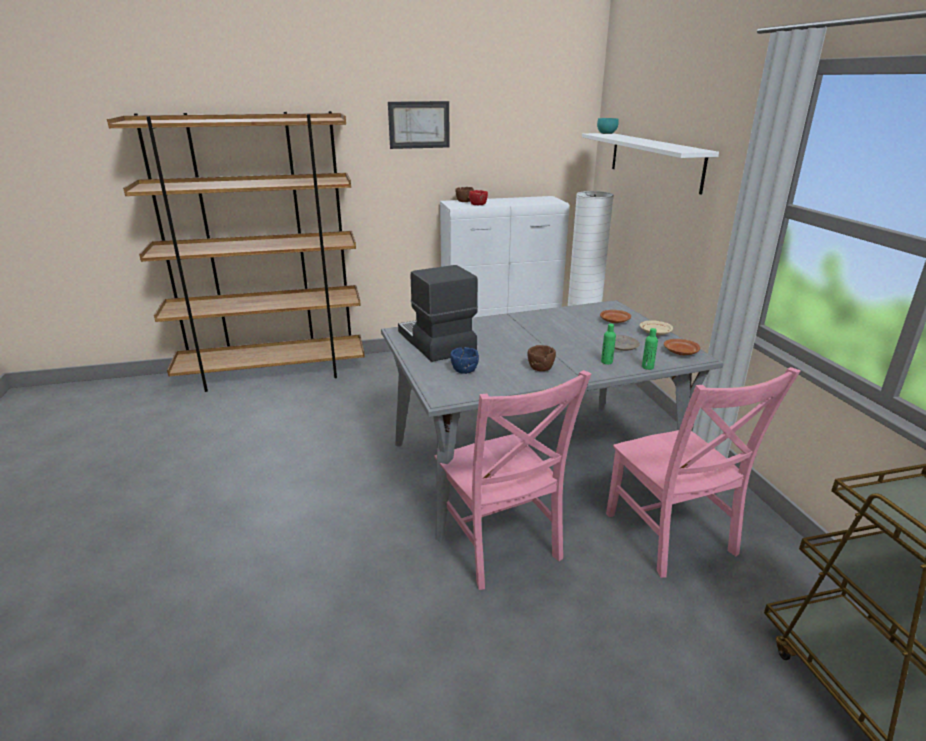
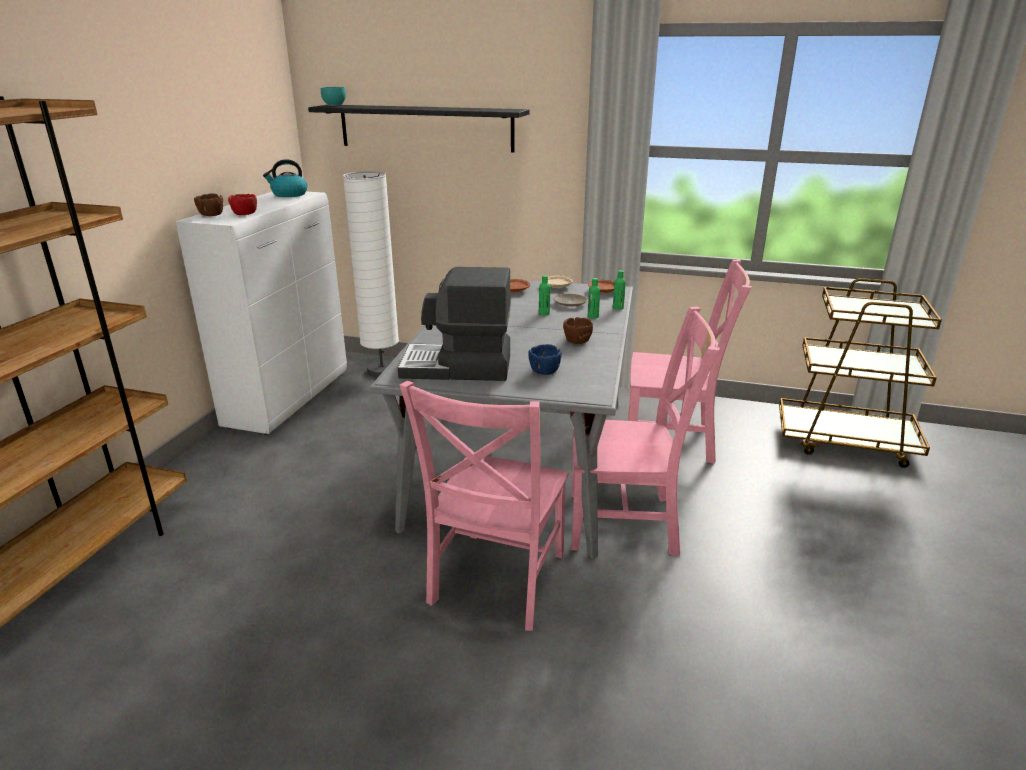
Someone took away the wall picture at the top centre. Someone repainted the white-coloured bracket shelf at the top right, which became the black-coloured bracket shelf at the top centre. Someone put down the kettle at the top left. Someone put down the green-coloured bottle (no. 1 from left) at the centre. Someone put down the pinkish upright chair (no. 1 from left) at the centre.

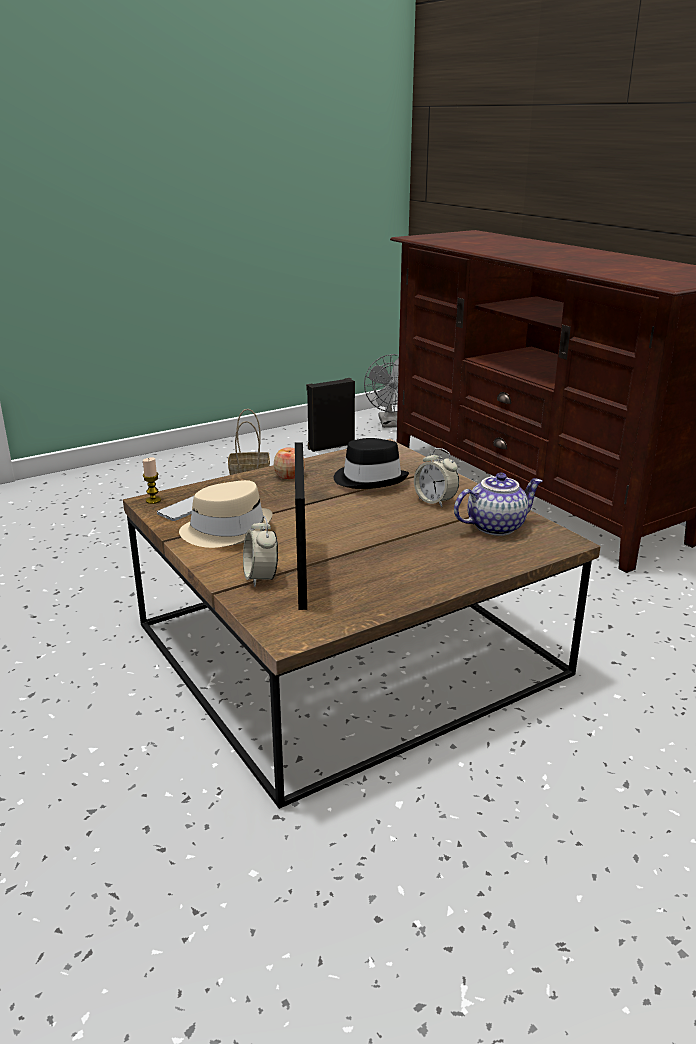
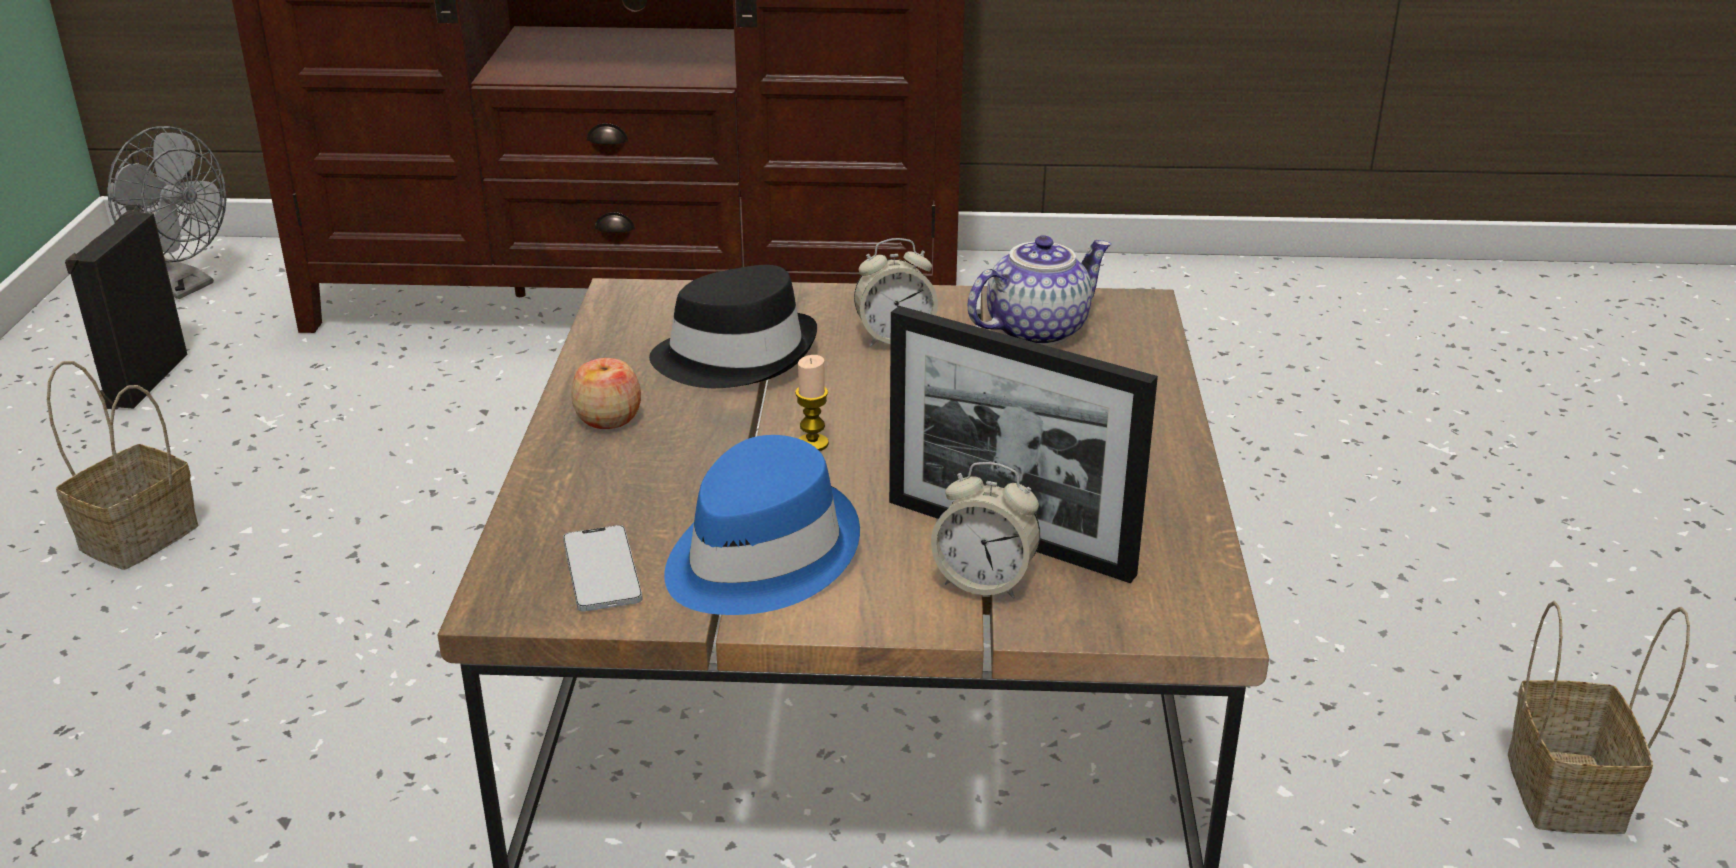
Someone carried the wax light from the middle left to the centre. Someone rotated the pot for tea at the middle right by 45 degrees clockwise. Someone repainted the beige-coloured hat at the middle left, which became the blue-coloured hat at the centre. Someone put down the storage basket (no. 2 from left) at the bottom right.

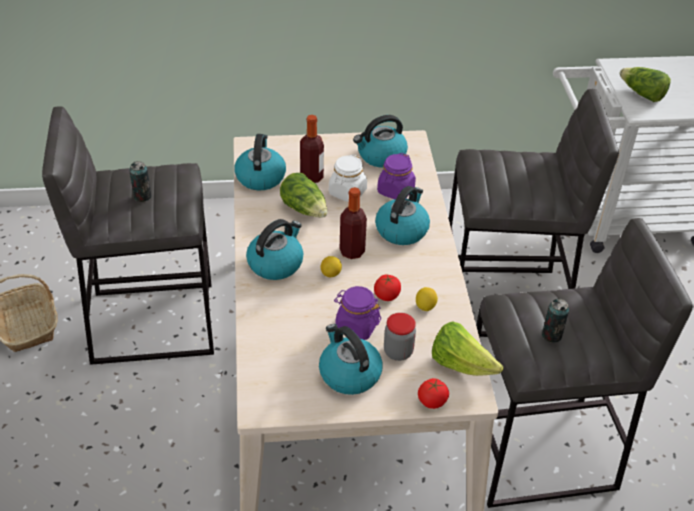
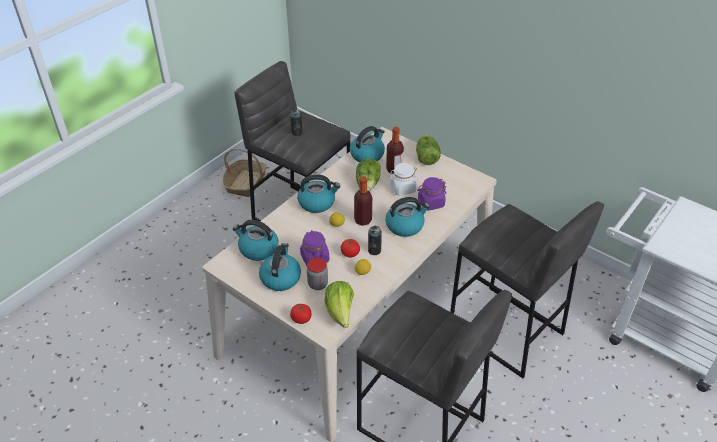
Someone carried the lettuce head (no. 3 from left) from the top right to the centre. Someone carried the kettle (no. 4 from left in the first image) from the top centre to the centre. Someone carried the can (no. 2 from left) from the middle right to the centre.

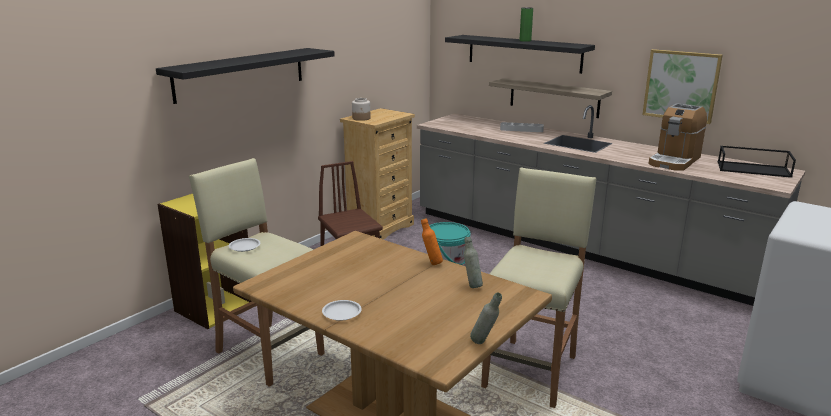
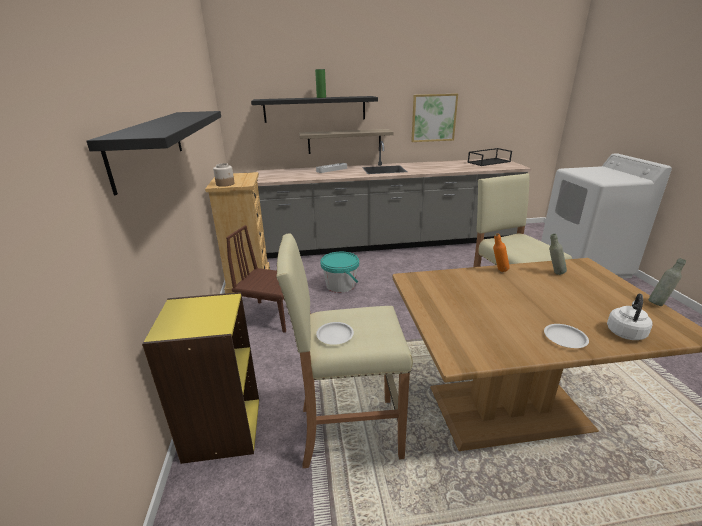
Someone took away the coffee machine at the top right. Someone put down the white-coloured kettle at the middle right.

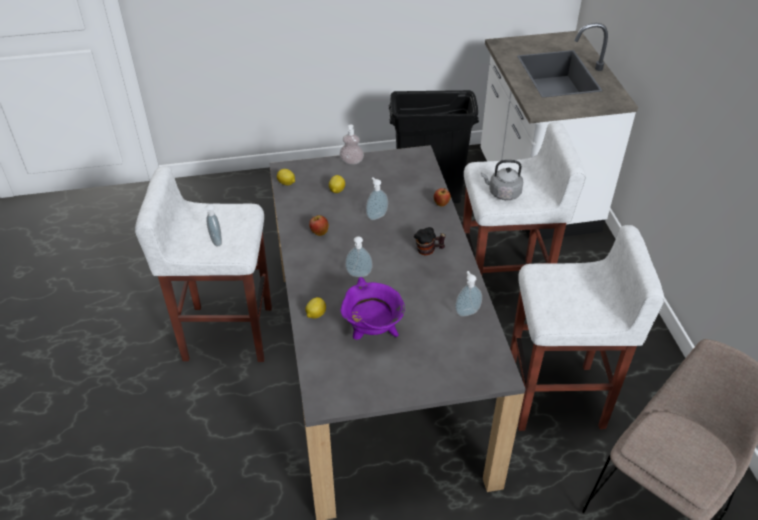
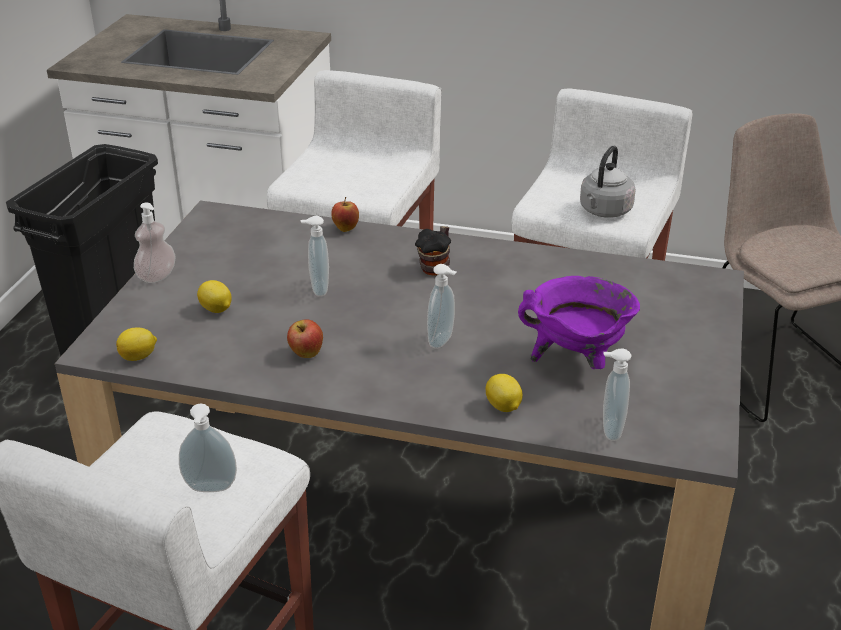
Someone carried the grey kettle from the centre to the top right. Someone carried the liquid soap bottle (no. 5 from left) from the centre to the middle right.

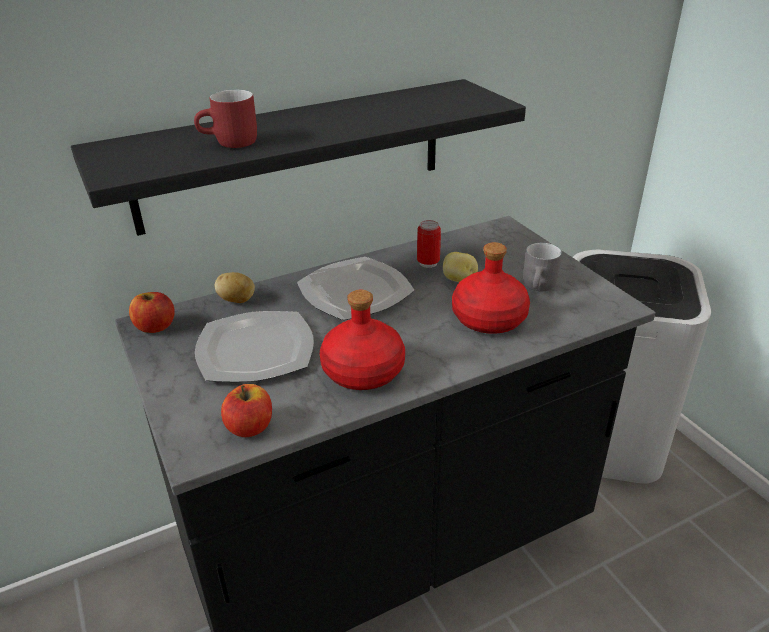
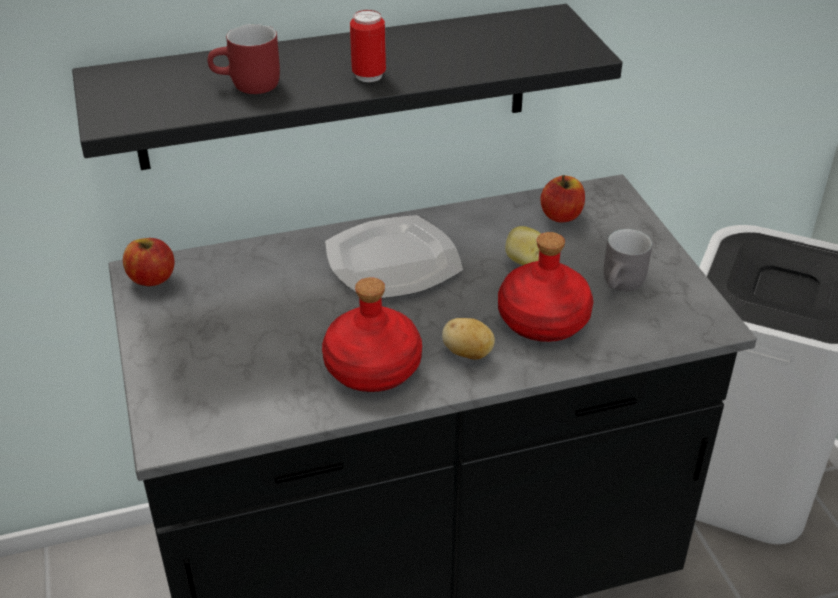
Someone carried the can from the centre to the top centre. Someone carried the whole potato (no. 1 from left) from the middle left to the centre. Someone took away the dinner plate (no. 1 from left) at the middle left. Someone carried the apple (no. 2 from left) from the middle left to the top right.

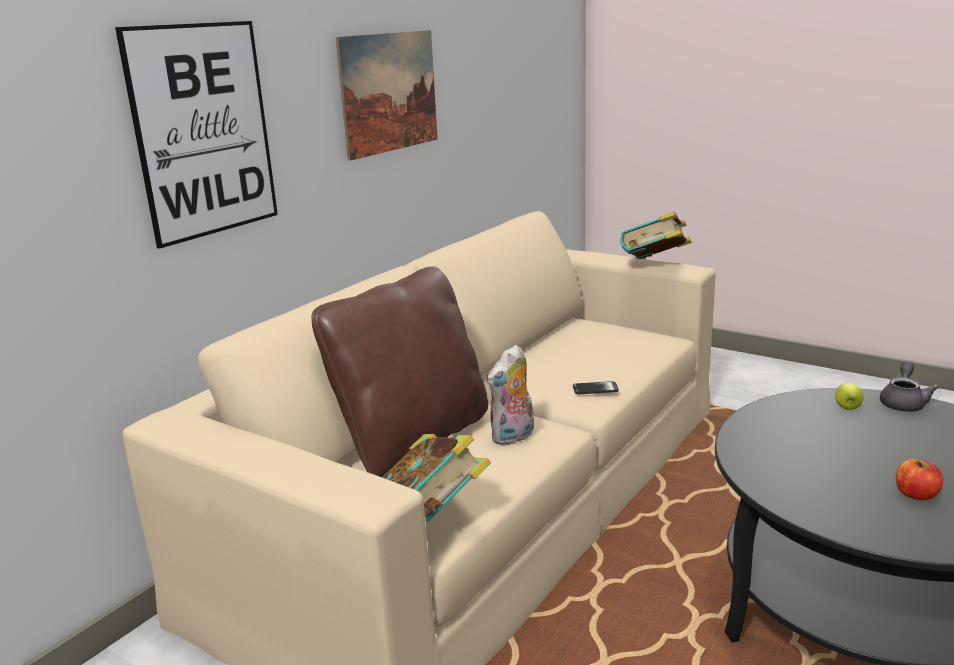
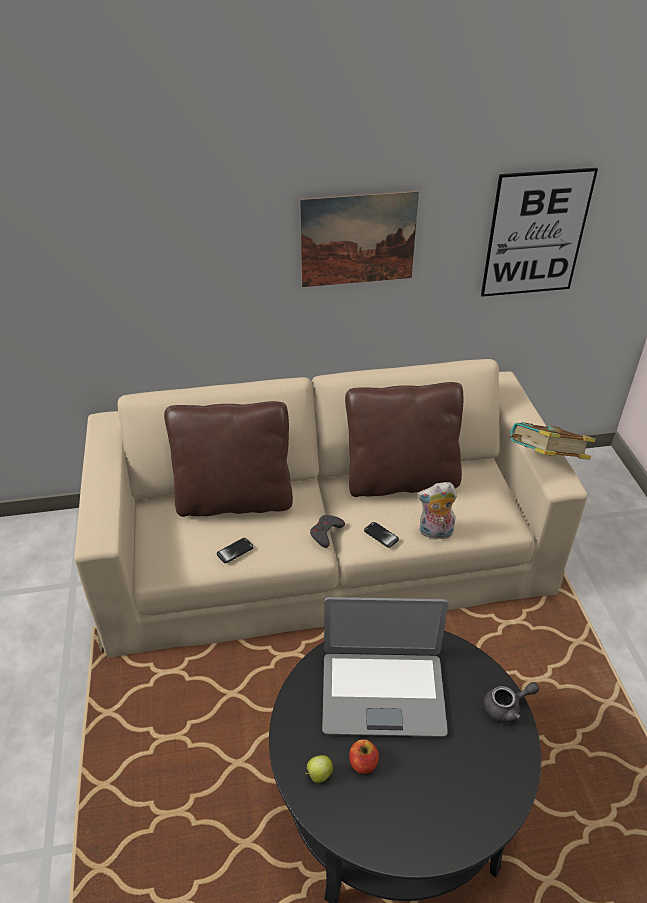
Someone carried the wall picture (no. 1 from left in the first image) from the top left to the top right. Someone carried the plush toy from the centre to the middle right. Someone carried the apple (no. 1 from left) from the middle right to the bottom centre. Someone took away the book (no. 1 from left) at the bottom centre. Someone put down the brown pillow (no. 2 from left) at the centre. Someone put down the grey gamepad at the centre. Someone put down the handset (no. 1 from left) at the centre. Someone put down the portable computer at the bottom centre.

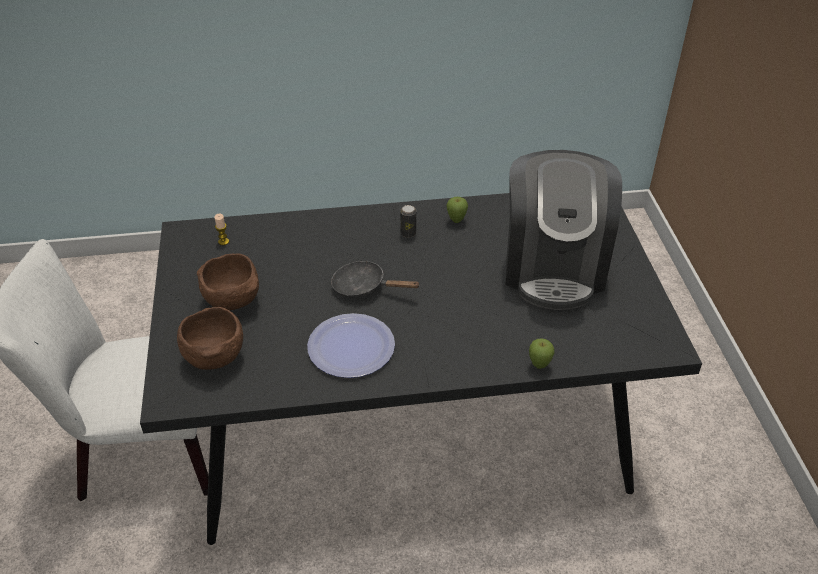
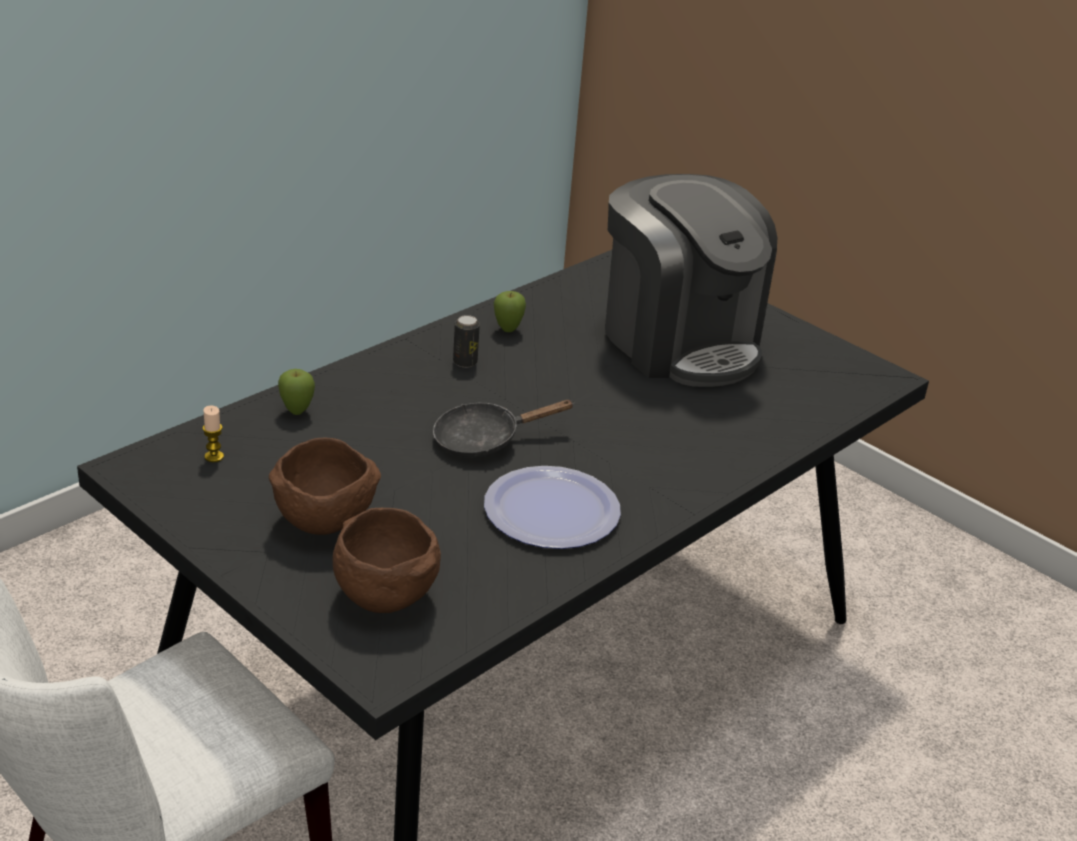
Someone carried the apple (no. 2 from left in the first image) from the centre to the middle left.

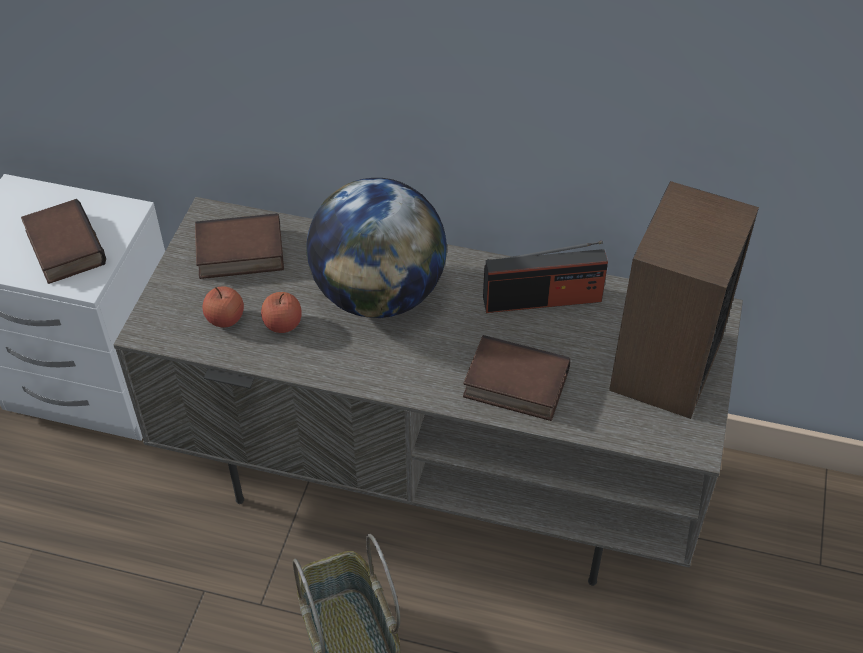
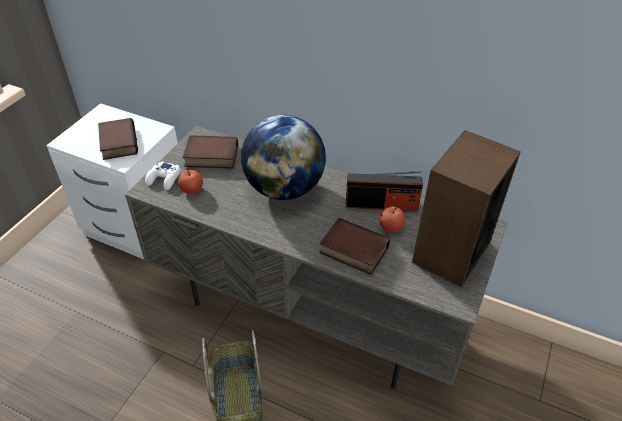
Someone carried the apple (no. 2 from left) from the middle left to the centre. Someone put down the white-coloured gamepad at the middle left.

